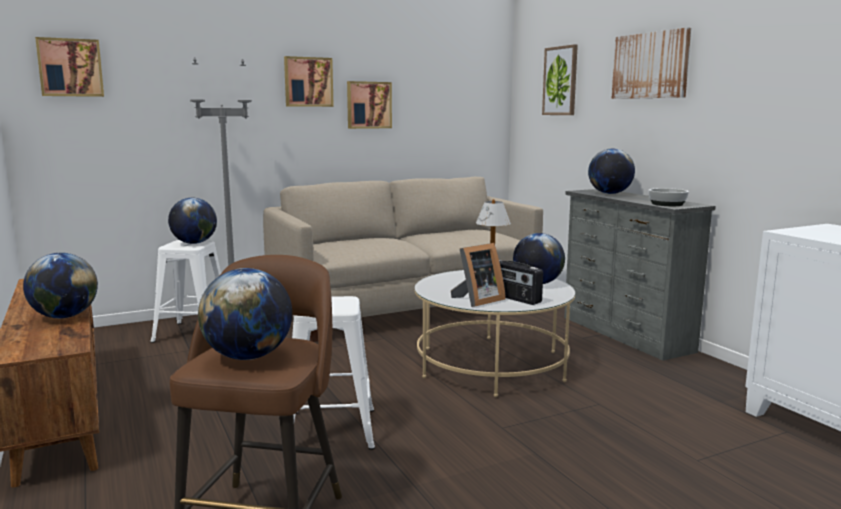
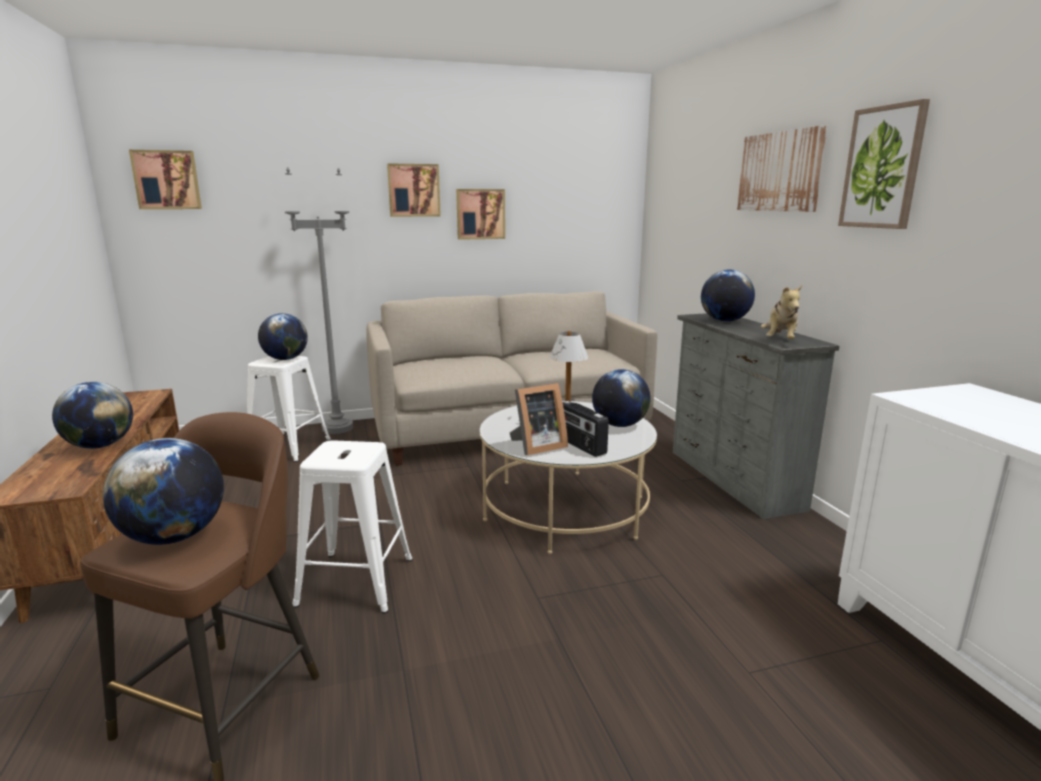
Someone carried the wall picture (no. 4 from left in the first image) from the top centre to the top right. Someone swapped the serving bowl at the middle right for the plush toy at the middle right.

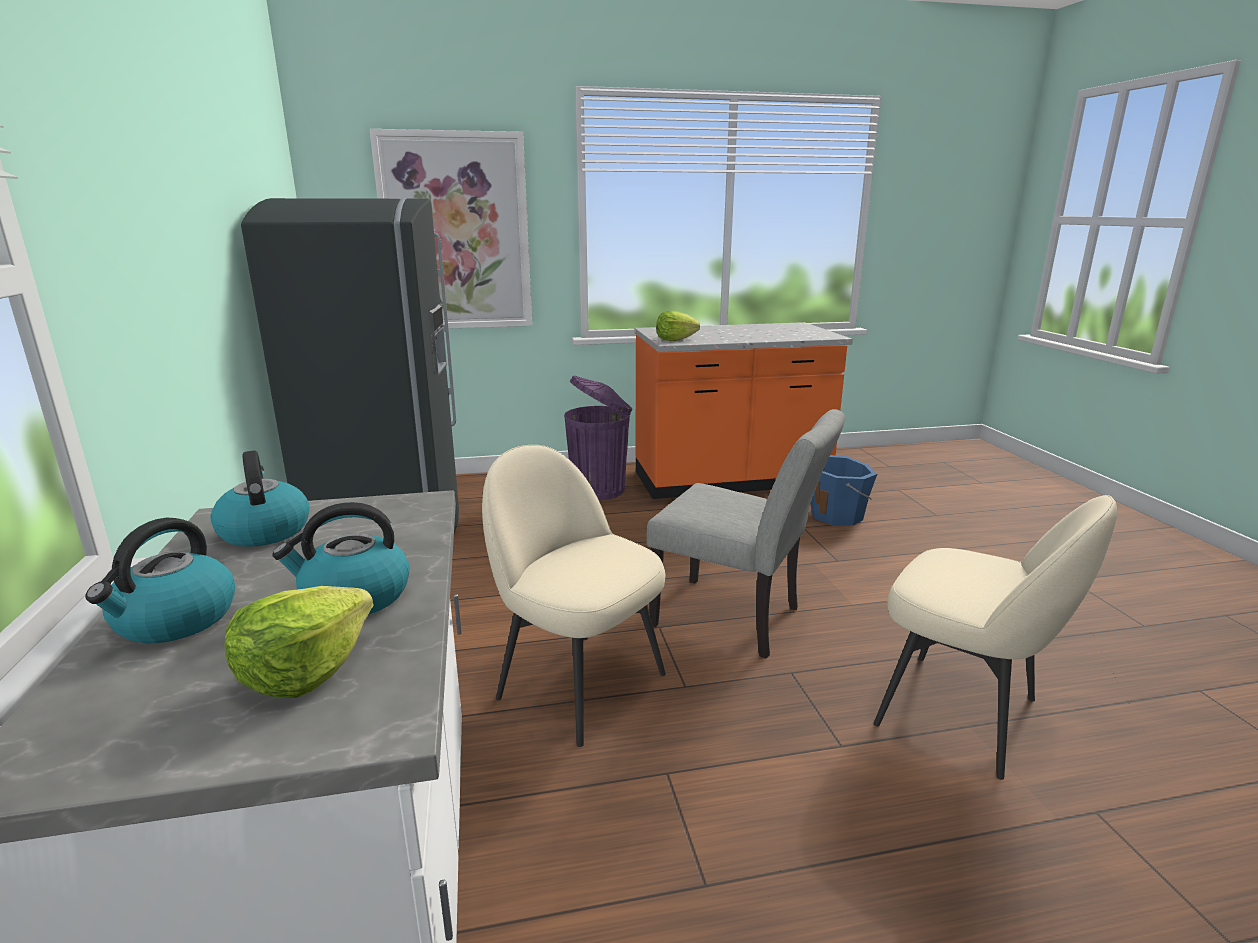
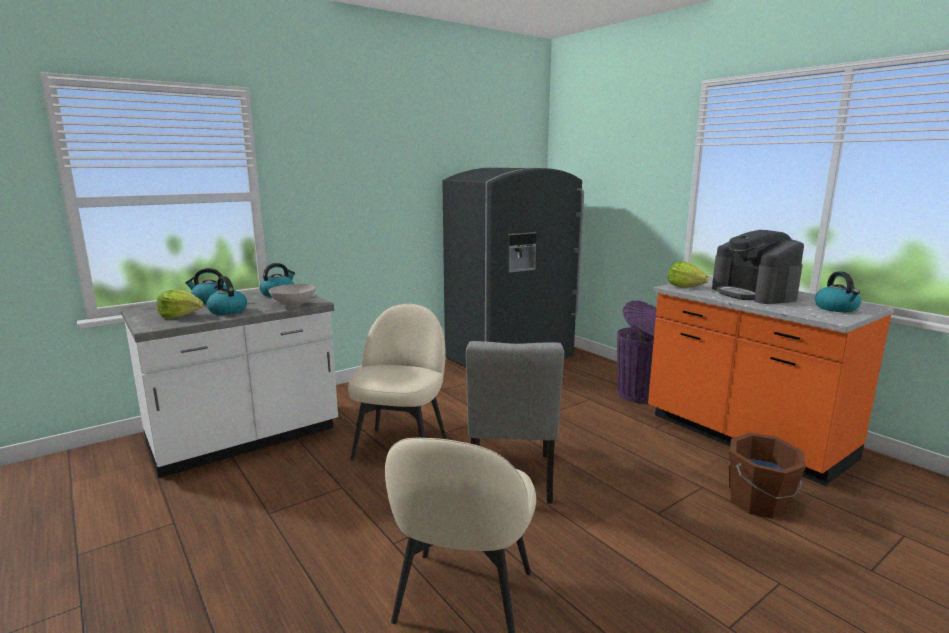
Someone took away the wall picture at the top centre. Someone repainted the blue-coloured pail at the middle right, which became the brown pail at the bottom right. Someone put down the coffee machine at the middle right. Someone put down the kettle (no. 4 from left) at the middle right. Someone put down the white-coloured serving bowl at the middle left.

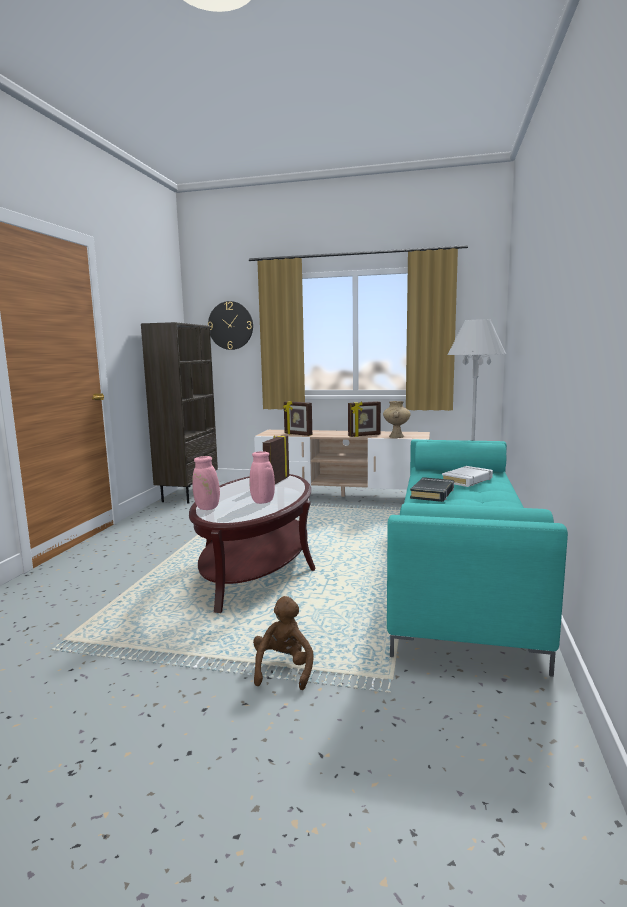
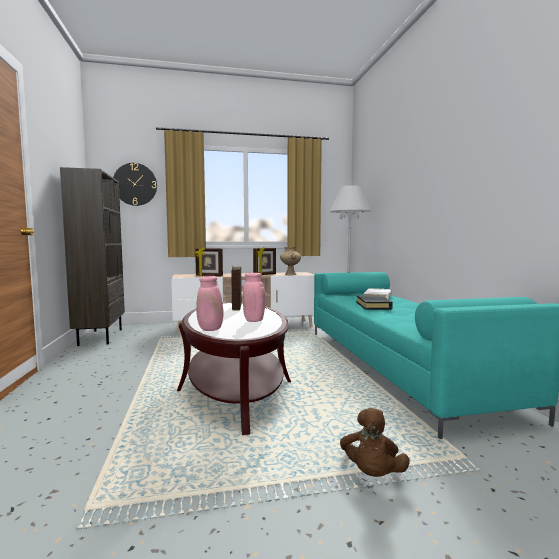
Someone rotated the brown plush toy at the bottom centre by 150 degrees counterclockwise.

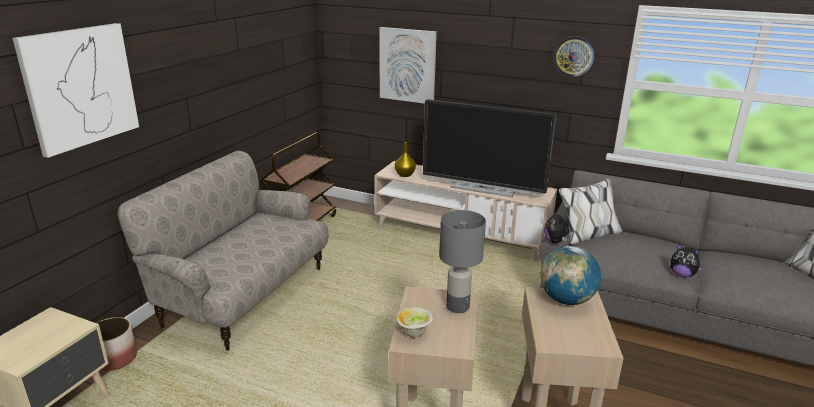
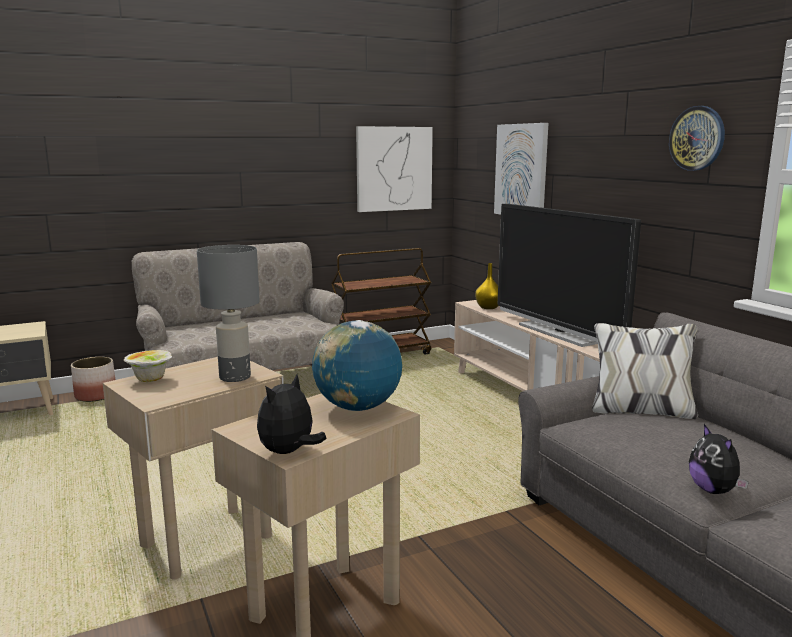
Someone carried the wall picture (no. 1 from left) from the top left to the top centre. Someone carried the plush toy (no. 1 from left) from the middle right to the centre.

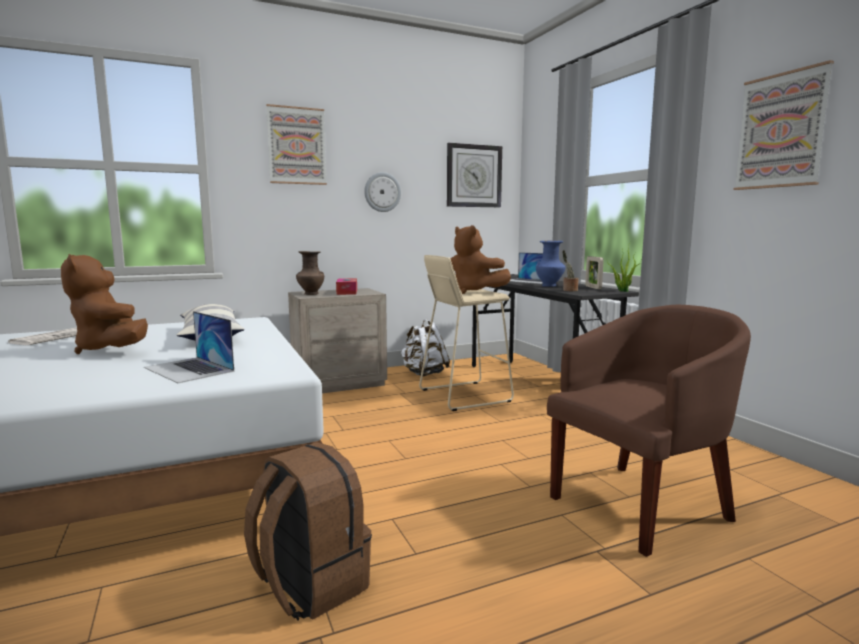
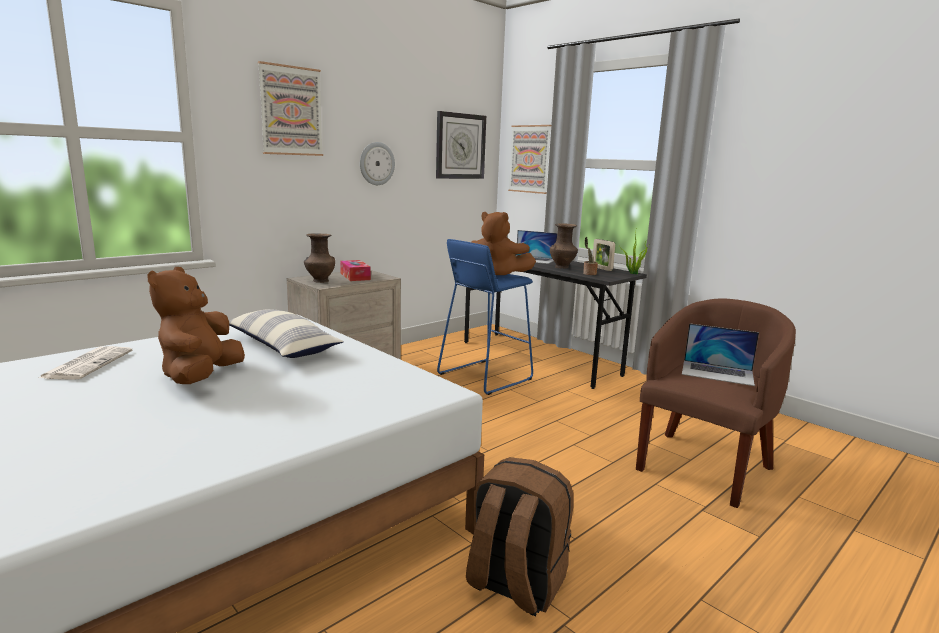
Someone carried the wall picture (no. 2 from left) from the top right to the top centre. Someone repainted the blue-coloured flower vase at the centre, which became the brown flower vase (no. 2 from left) at the centre. Someone rotated the brown plush toy (no. 1 from left) at the middle left by 60 degrees clockwise. Someone repainted the beige-coloured sitting stool at the centre, which became the blue-coloured sitting stool at the centre. Someone carried the portable computer (no. 1 from left in the first image) from the middle left to the middle right. Someone took away the white-coloured rucksack at the centre.

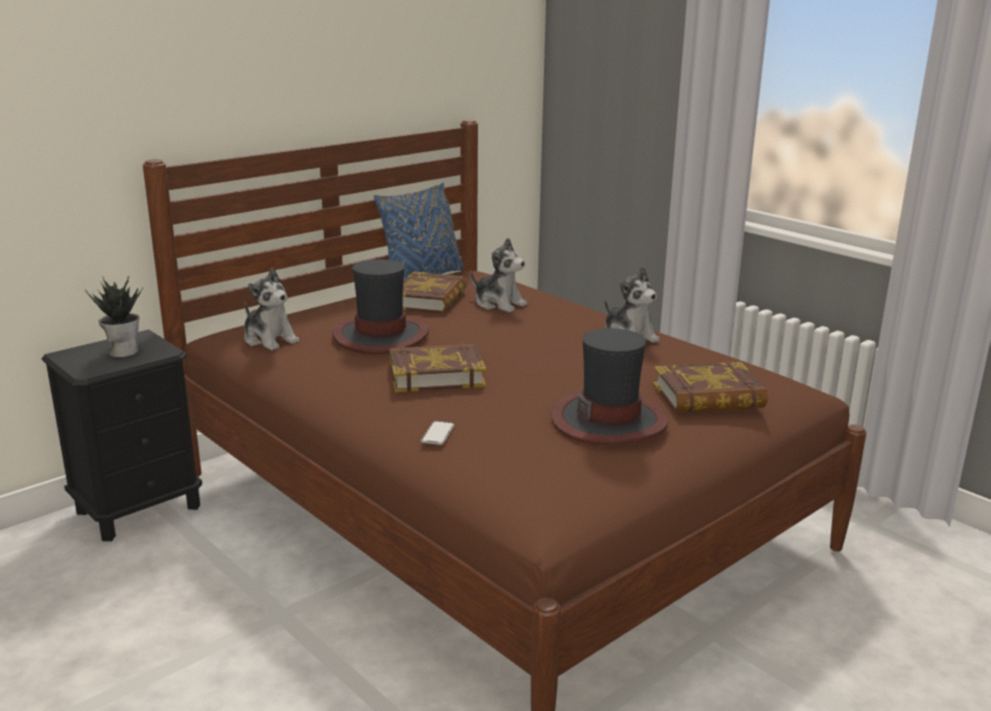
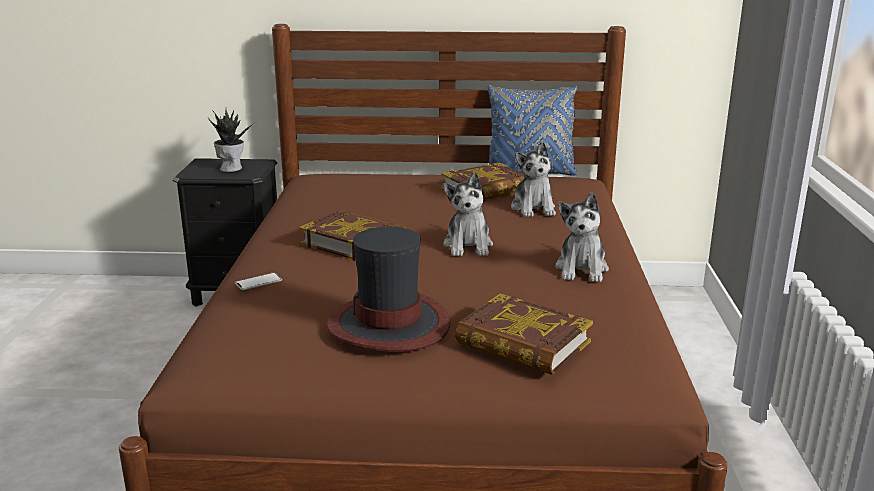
Someone took away the hat (no. 1 from left) at the centre. Someone carried the plush toy (no. 1 from left) from the middle left to the centre.

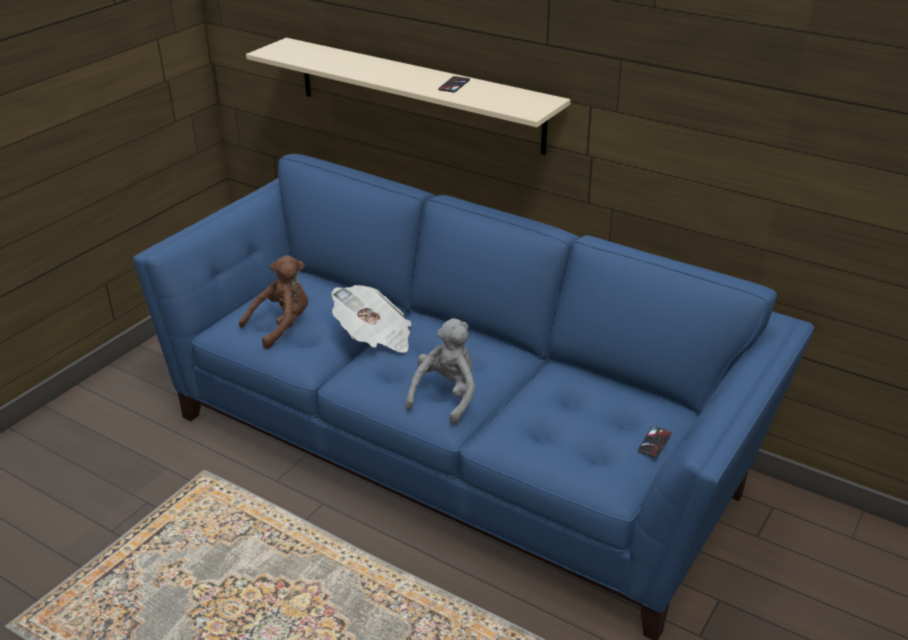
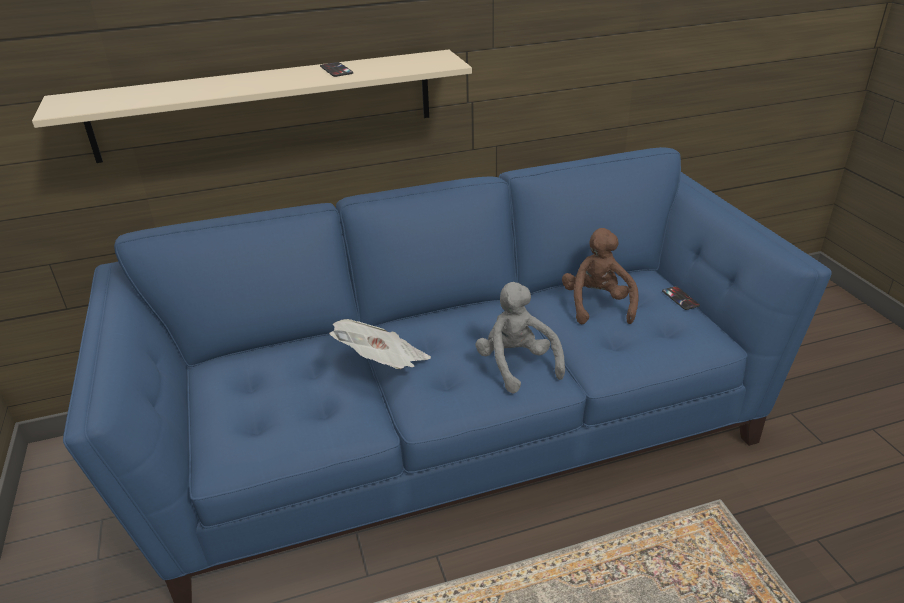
Someone carried the brown plush toy from the middle left to the centre.

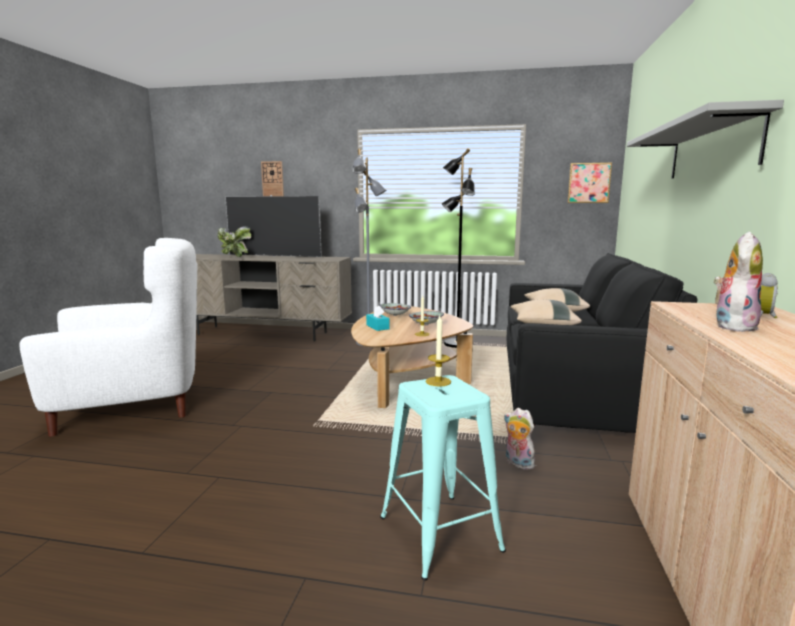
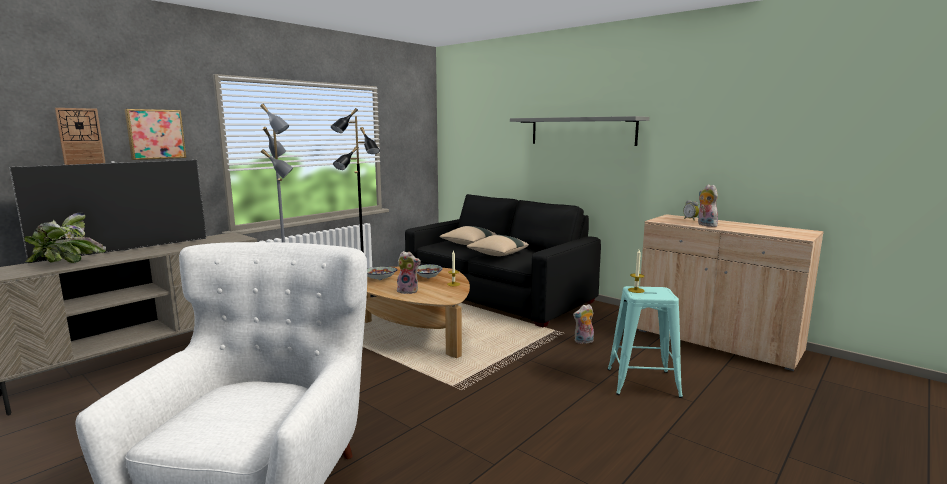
Someone carried the wall picture from the top right to the top left. Someone swapped the turquoise-coloured tissue box at the centre for the plush toy (no. 1 from left) at the centre.

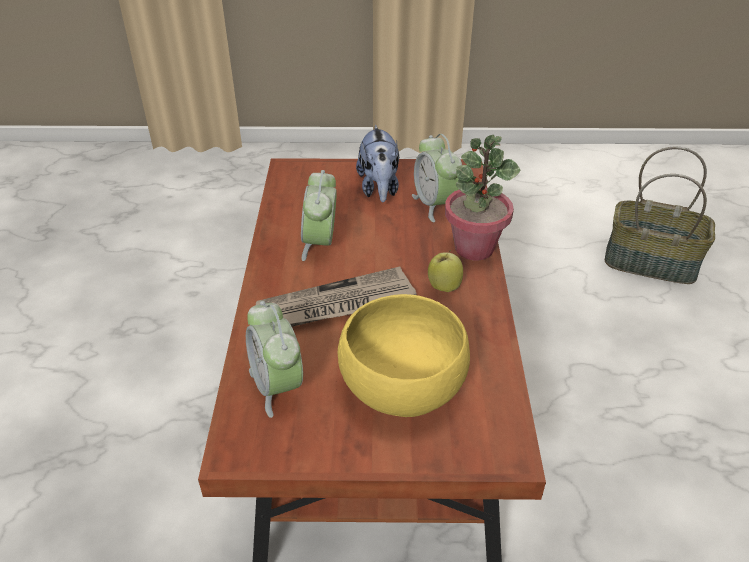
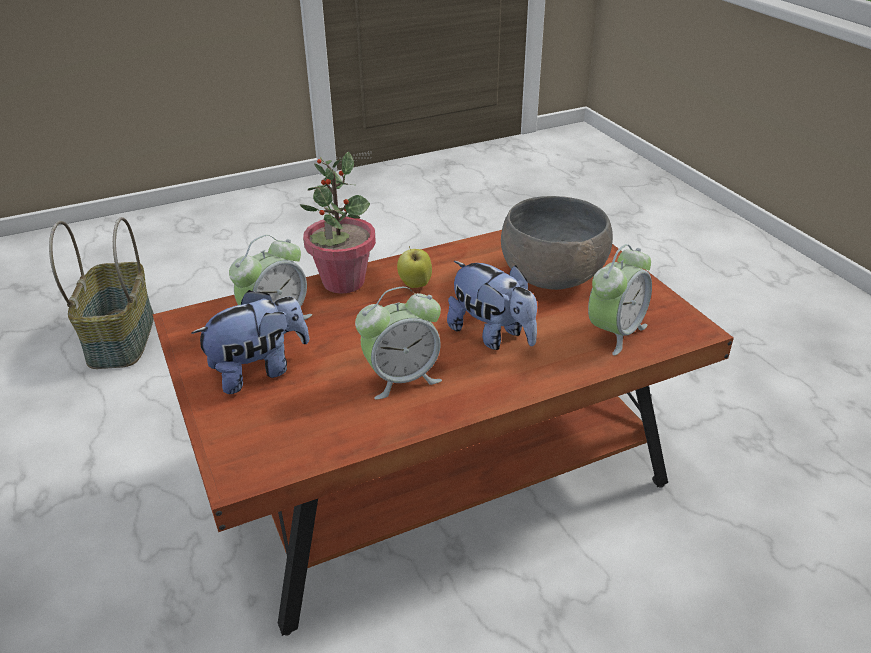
Someone swapped the newspaper at the centre for the plush toy (no. 2 from left) at the centre. Someone repainted the yellow serving bowl at the centre, which became the grey serving bowl at the centre.

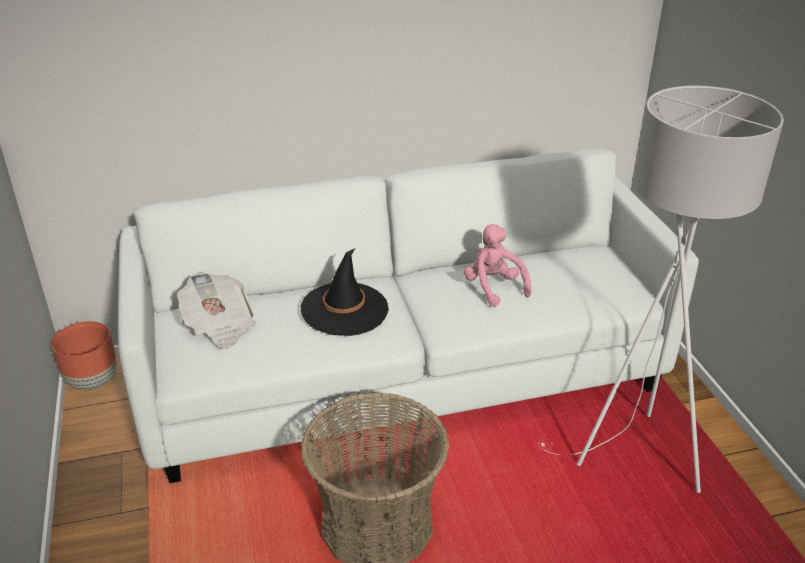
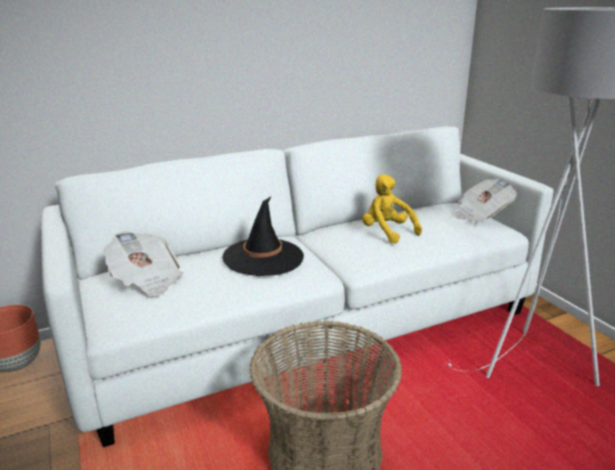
Someone repainted the pinkish plush toy at the centre, which became the yellow plush toy at the centre. Someone put down the newspaper (no. 2 from left) at the middle right.

